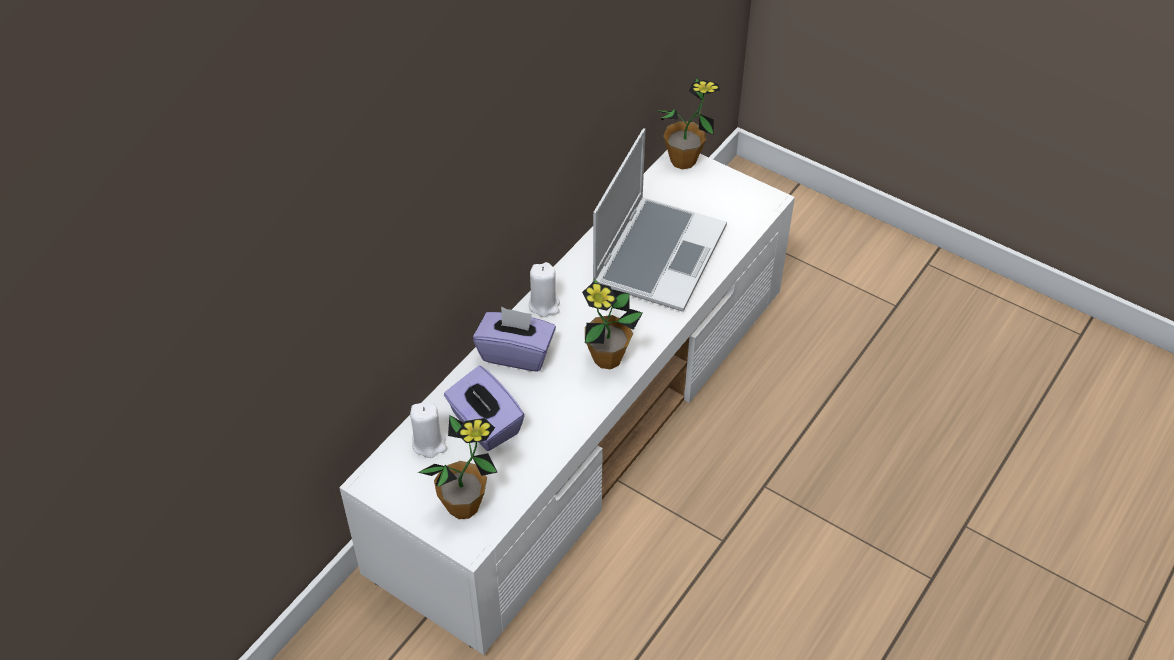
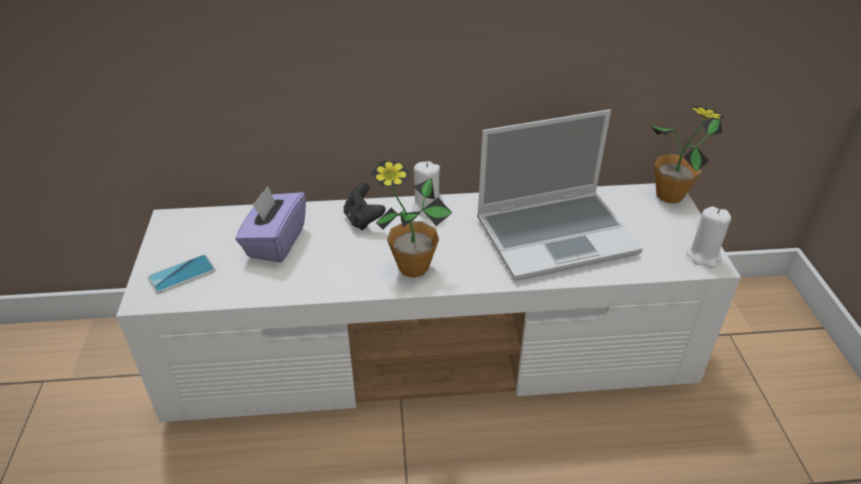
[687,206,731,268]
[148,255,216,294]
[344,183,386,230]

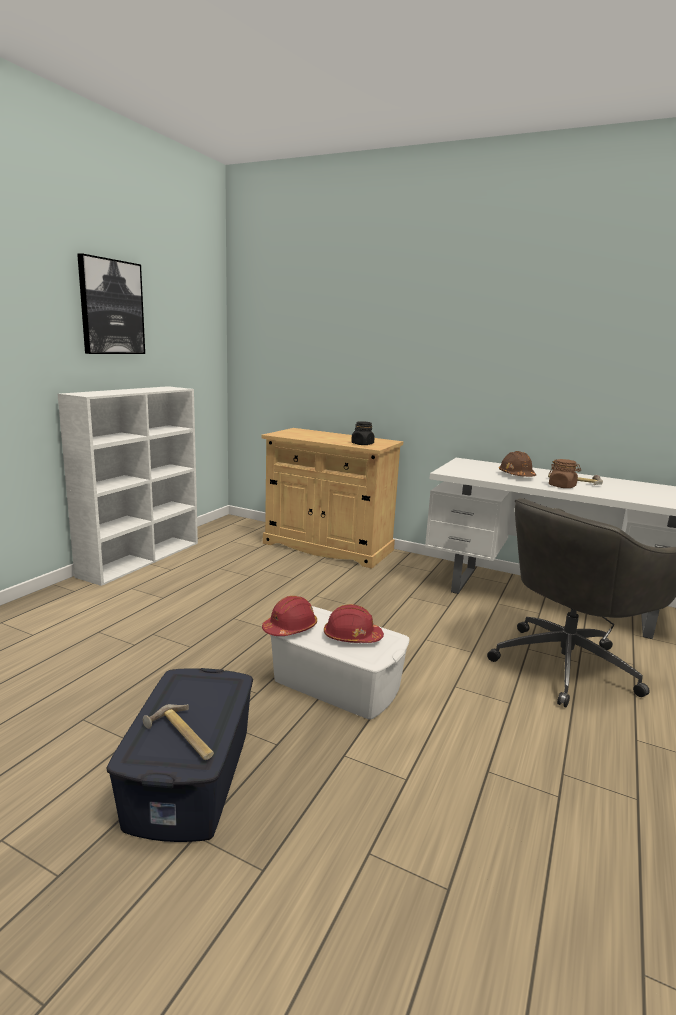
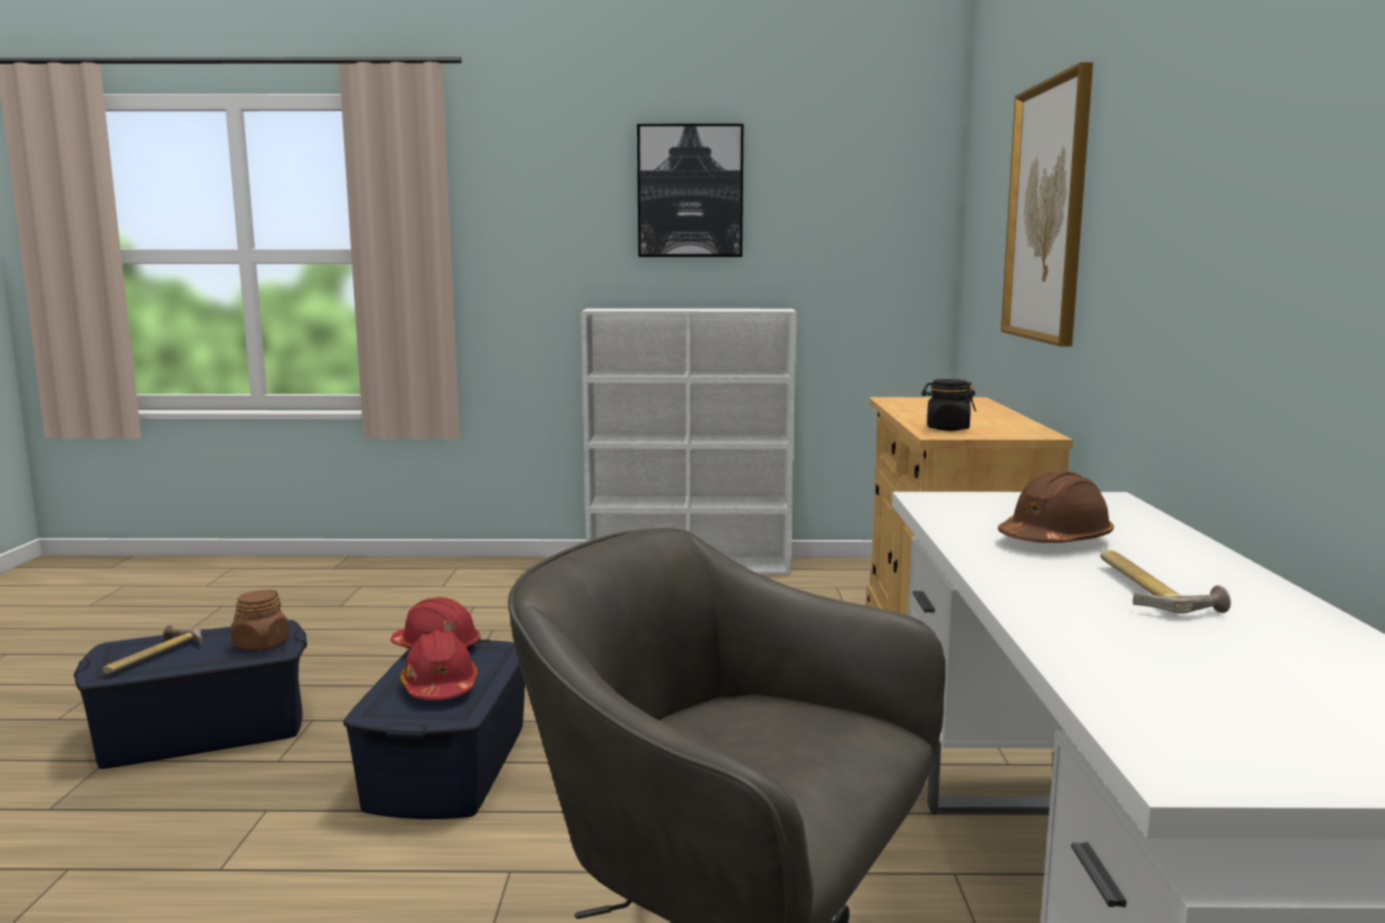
[1001,62,1093,347]
[230,590,290,650]
[343,639,525,819]

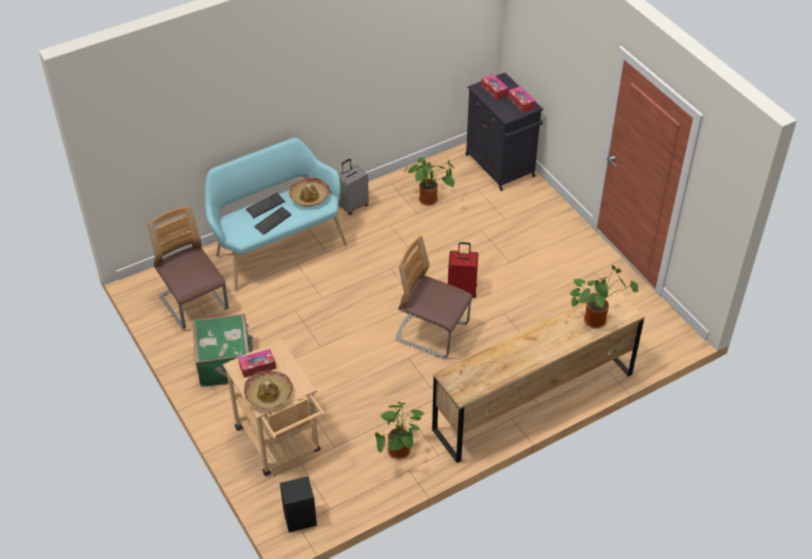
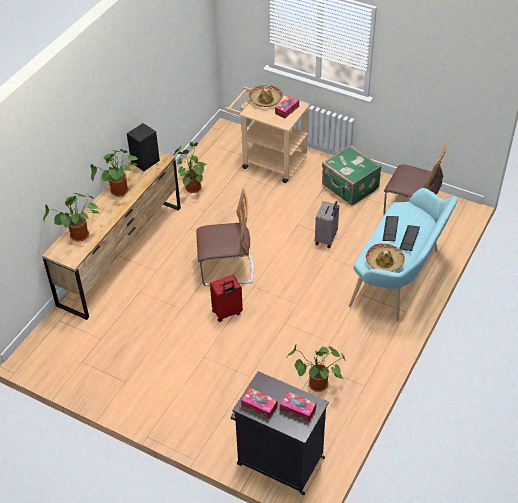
[90,149,138,197]
[127,123,160,171]
[315,201,339,248]

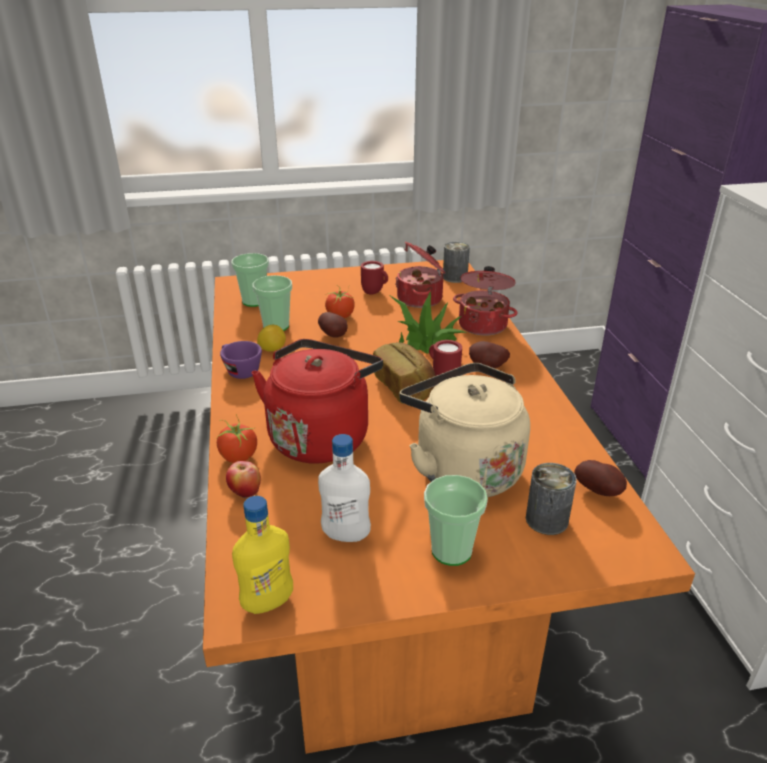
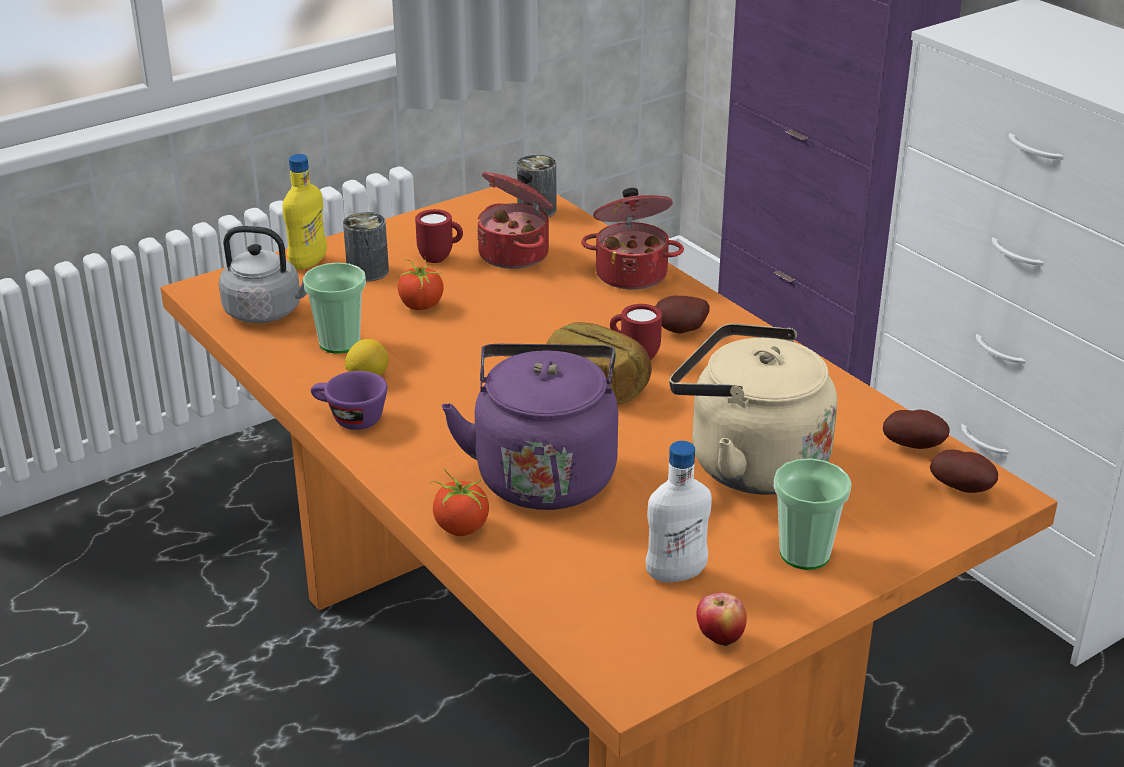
[389,291,466,354] (first image)
[696,592,747,647]
[283,154,327,270]
[930,449,998,493]
[343,212,389,282]
[219,226,307,323]
[442,344,618,510]

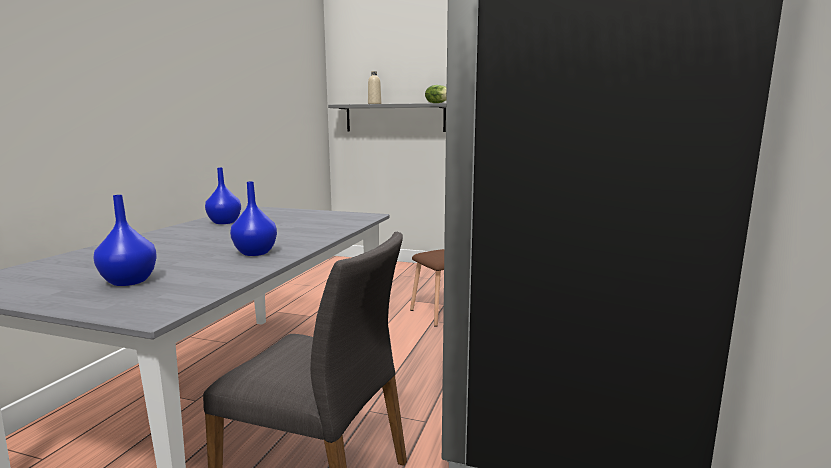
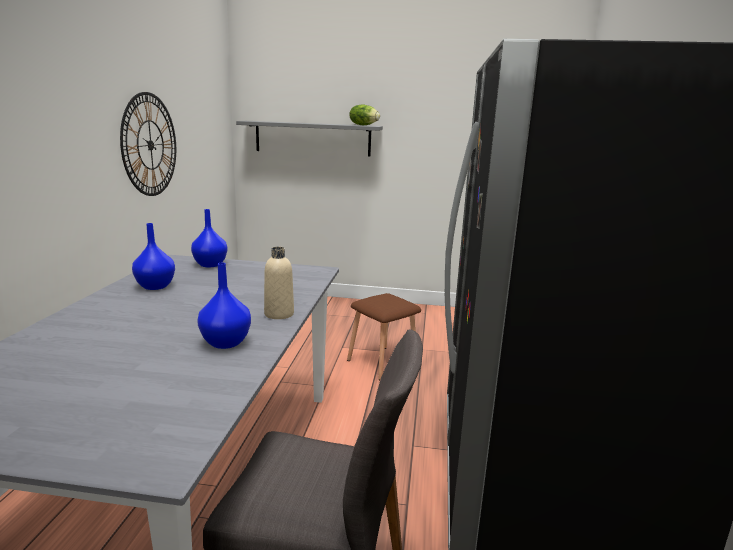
[120,92,176,196]
[191,209,228,267]
[264,247,294,319]

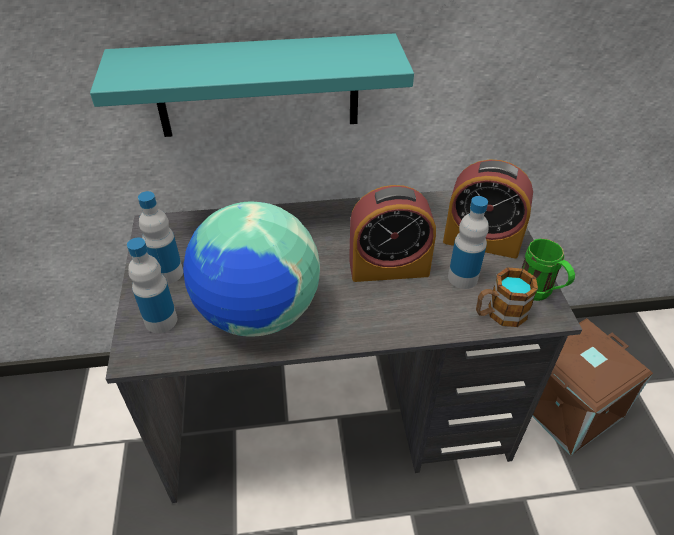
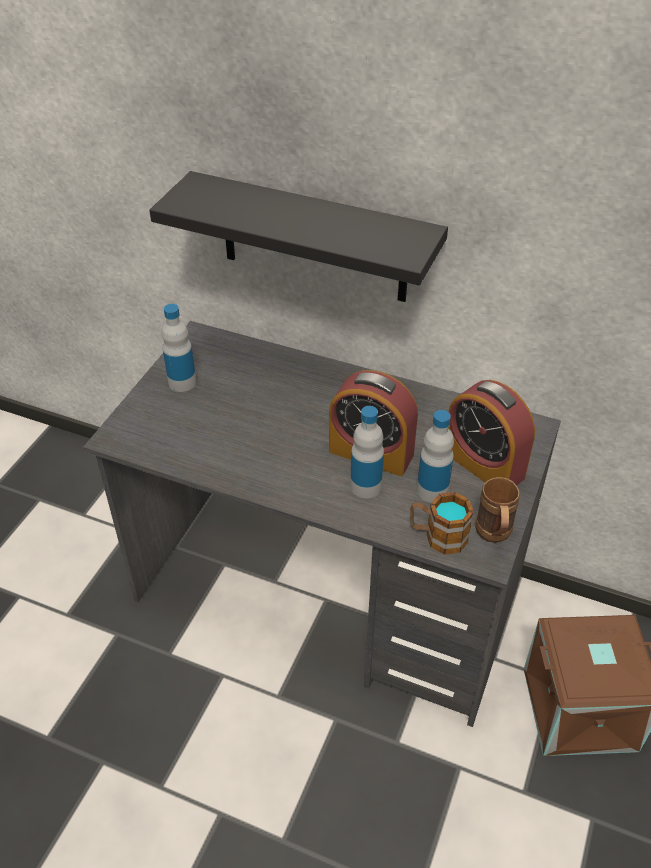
[183,202,320,337] (first image)
[350,406,384,498]
[149,171,448,302]
[475,477,520,543]

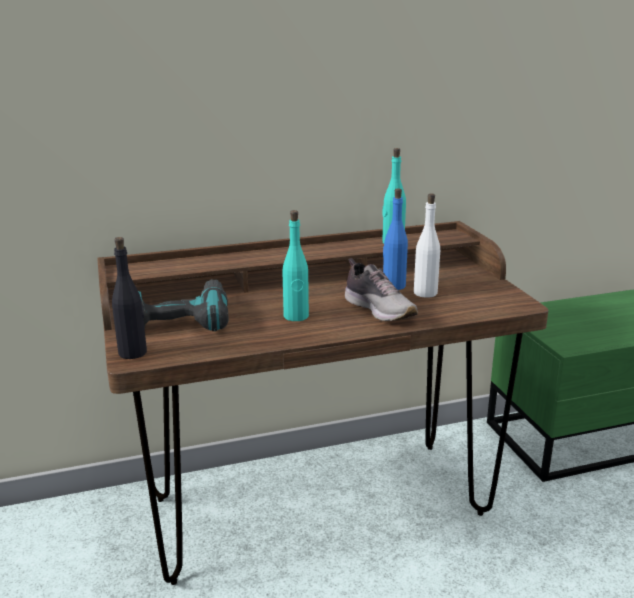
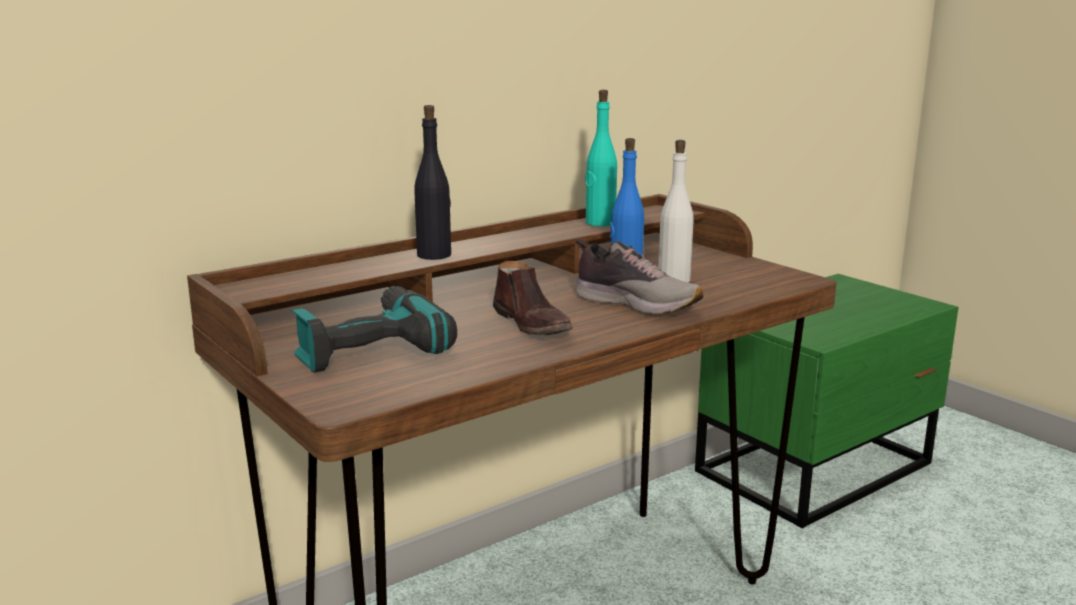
[414,105,451,260]
[493,261,573,335]

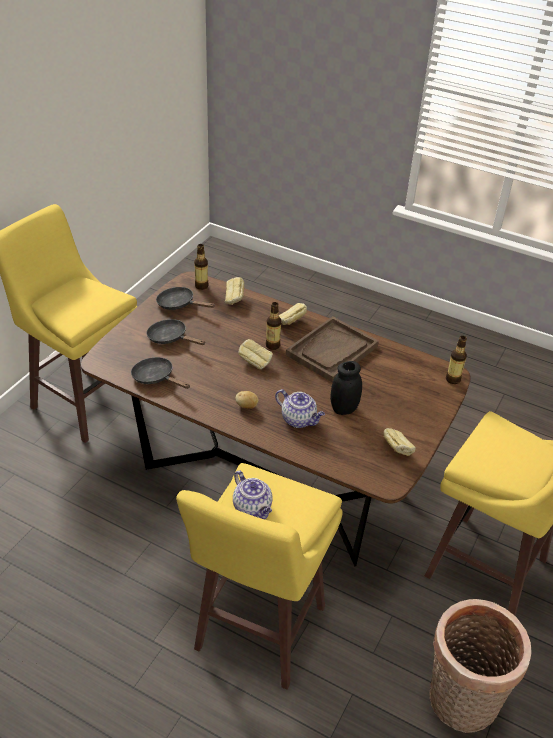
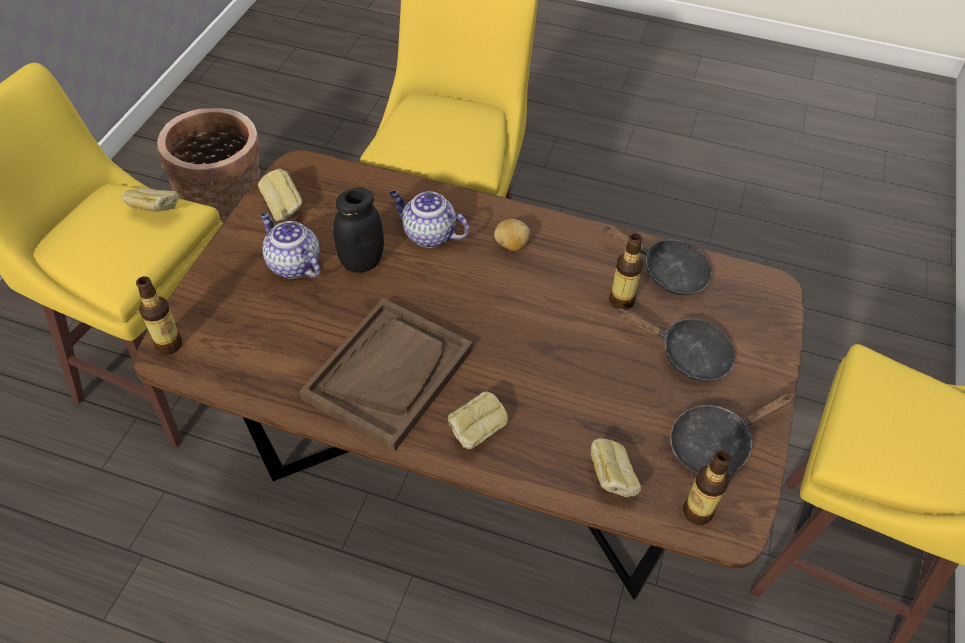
[260,212,320,279]
[121,188,179,212]
[609,233,643,310]
[670,394,794,475]

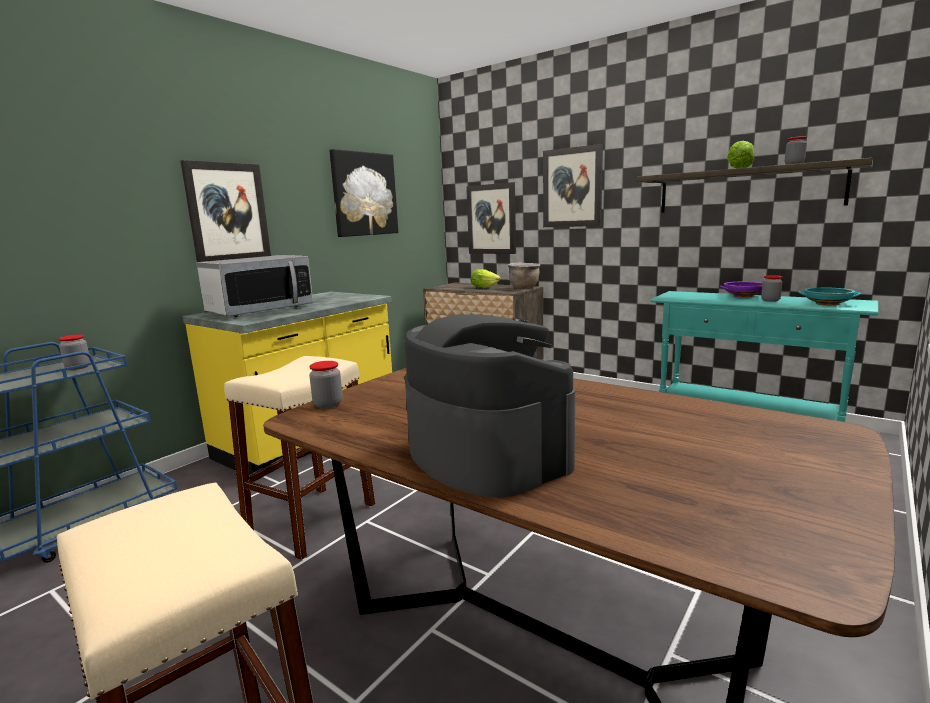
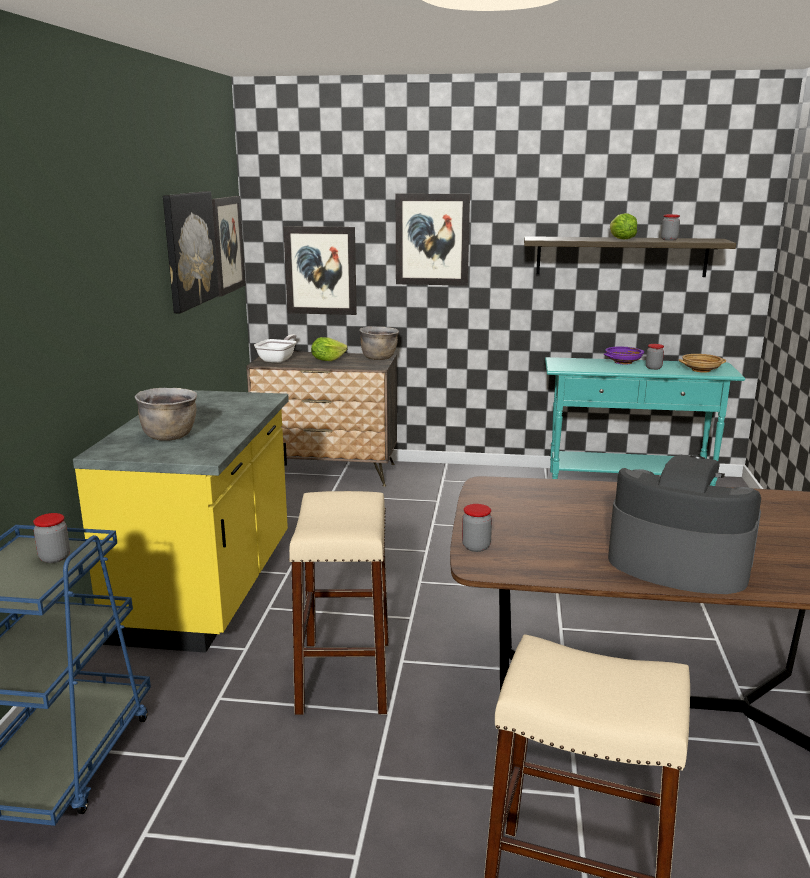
[254,334,296,363]
[212,196,246,297]
[134,388,197,441]
[679,354,726,373]

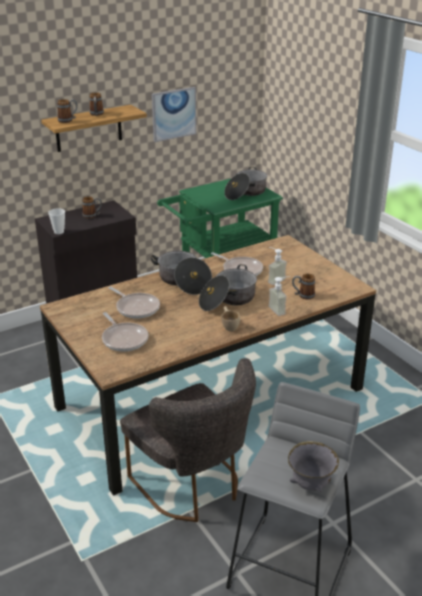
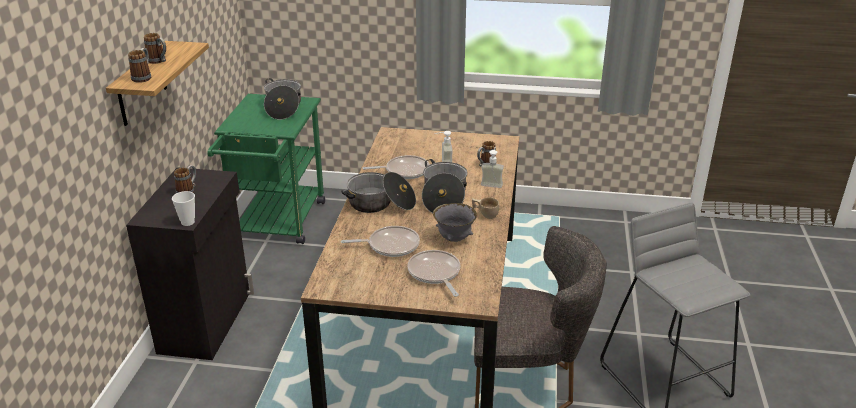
[152,87,196,142] (first image)
[433,203,477,242]
[407,250,460,297]

